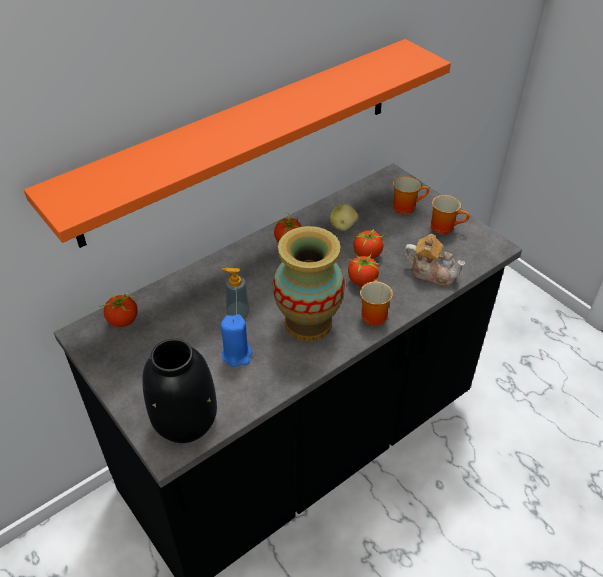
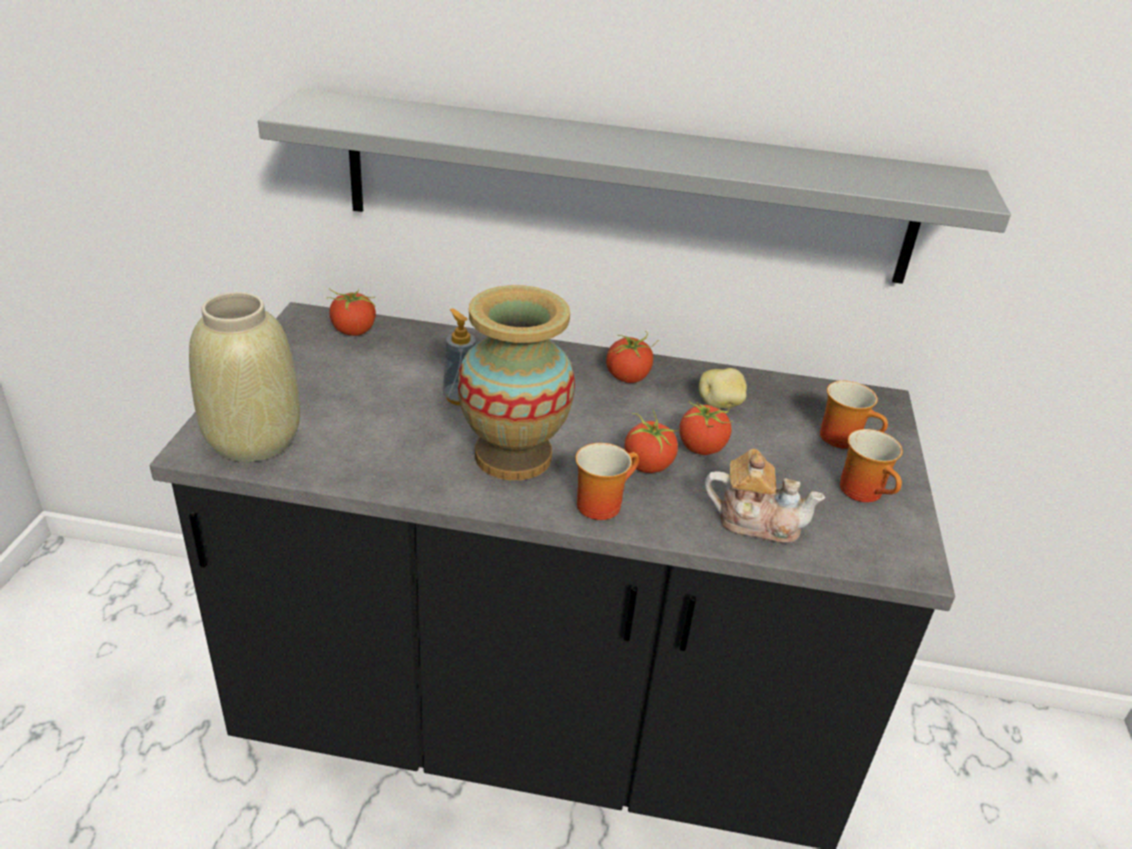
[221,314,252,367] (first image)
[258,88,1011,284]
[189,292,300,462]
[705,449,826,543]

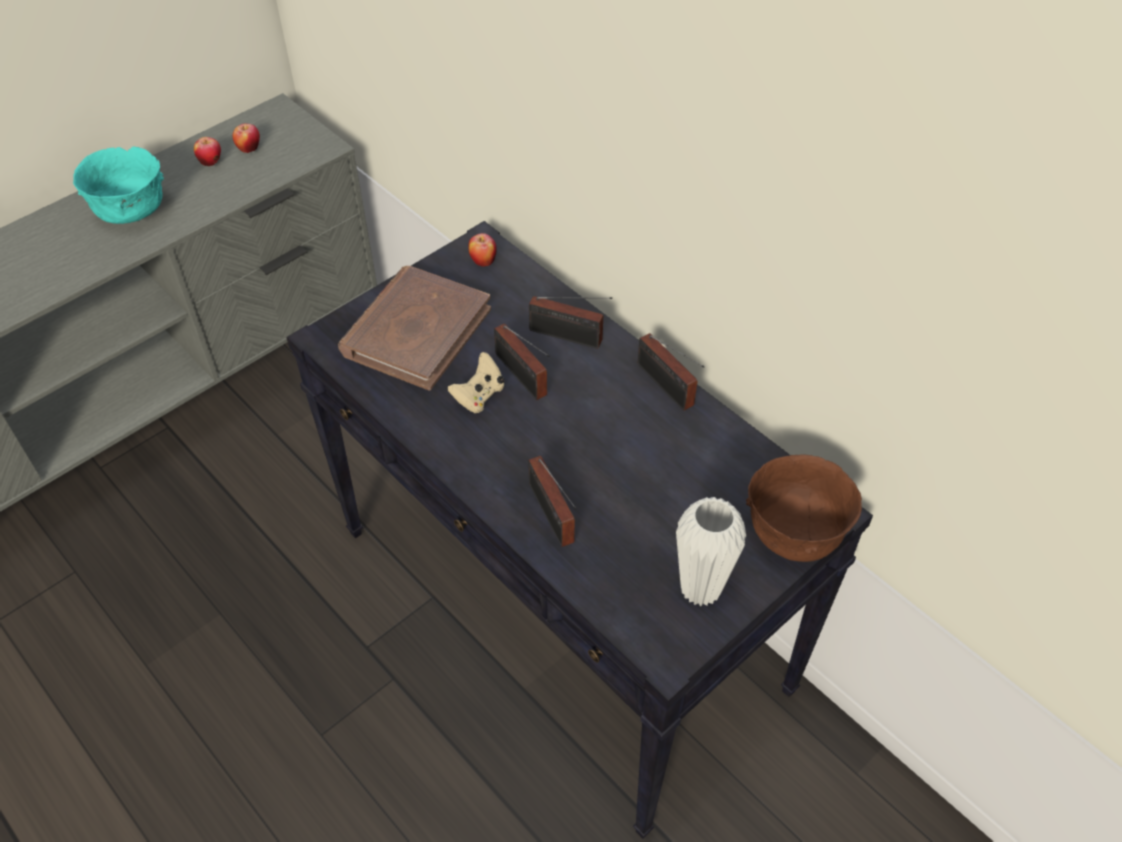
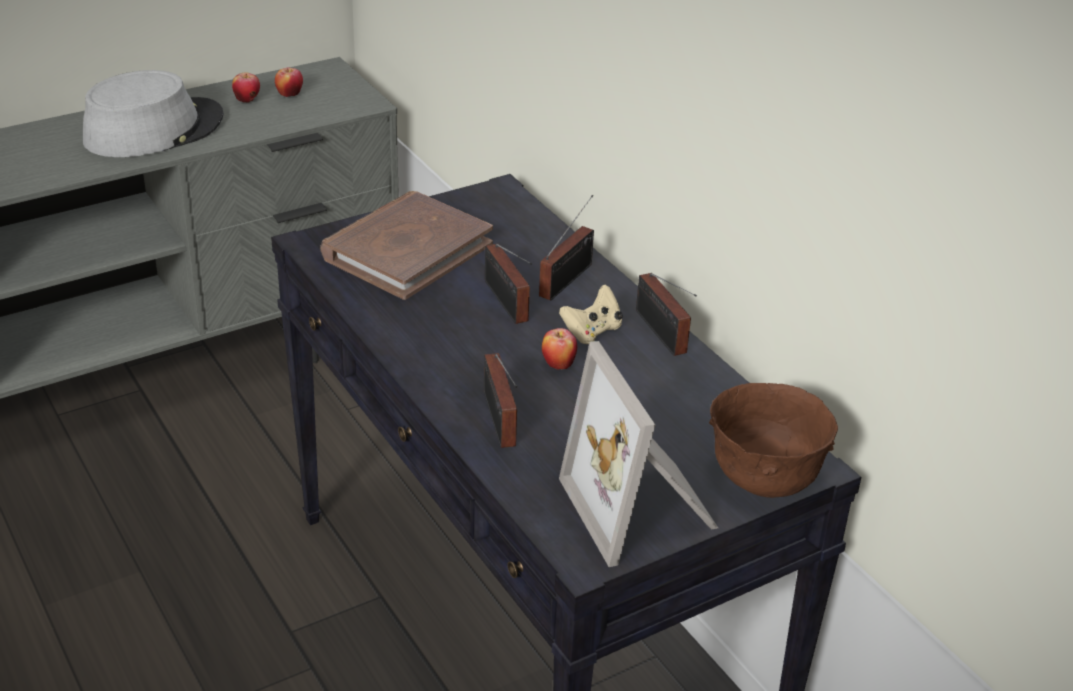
[559,284,623,344]
[542,328,577,370]
[83,70,224,157]
[559,341,718,567]
[539,195,594,300]

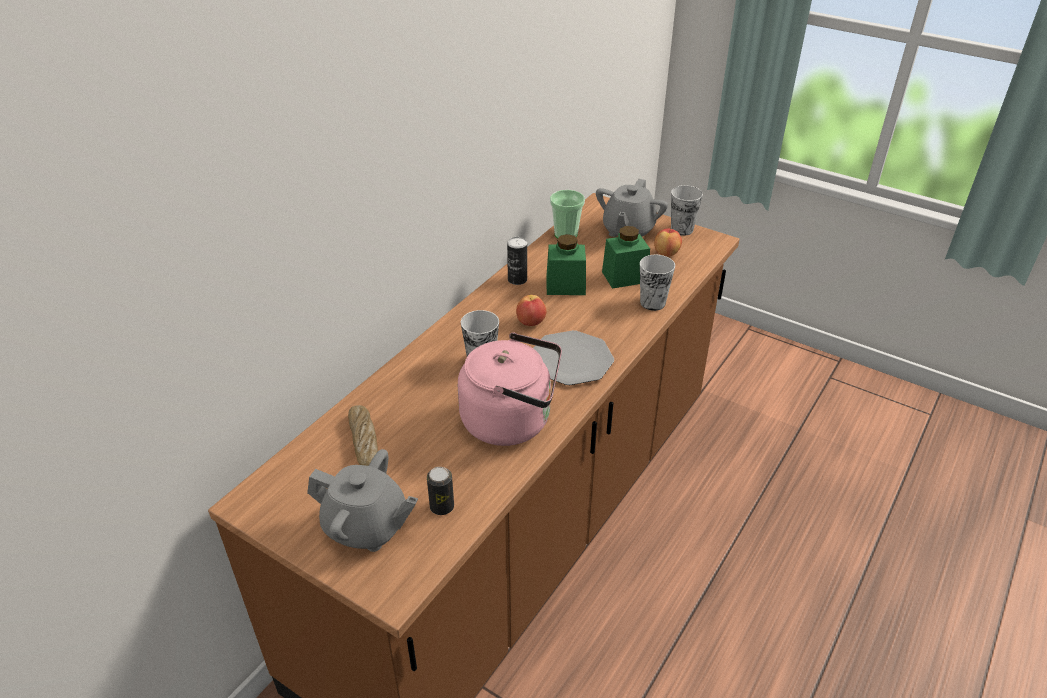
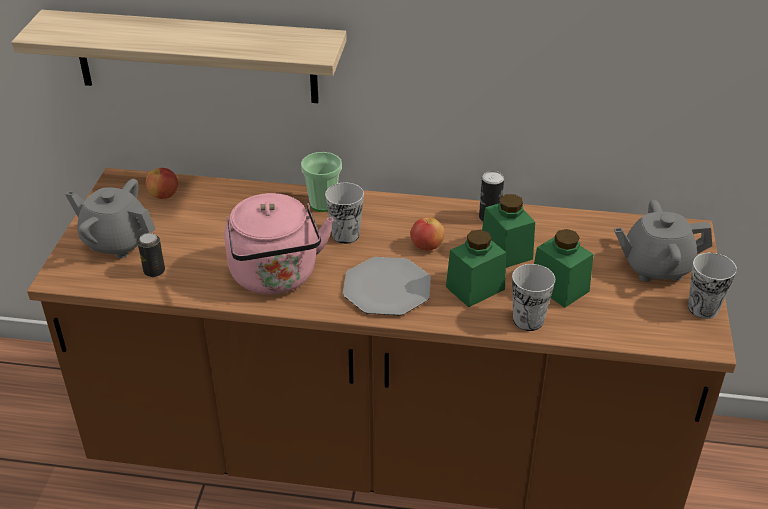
[348,405,378,466] (first image)
[11,10,347,103]
[446,230,506,307]
[301,152,342,212]
[146,168,178,199]
[65,179,156,259]

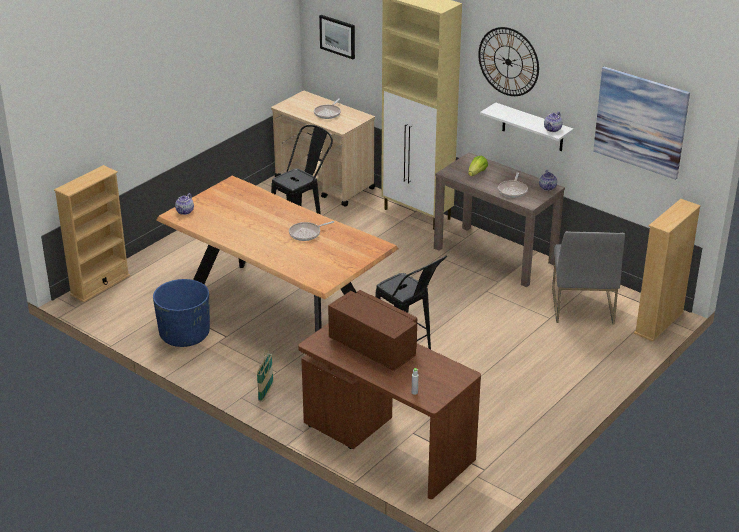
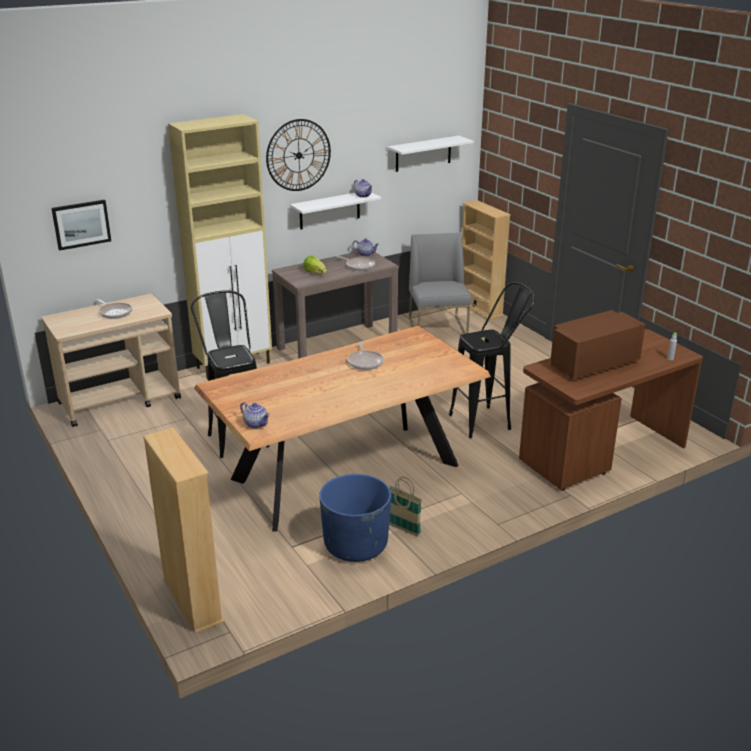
[389,477,422,536]
[388,136,474,172]
[409,233,472,334]

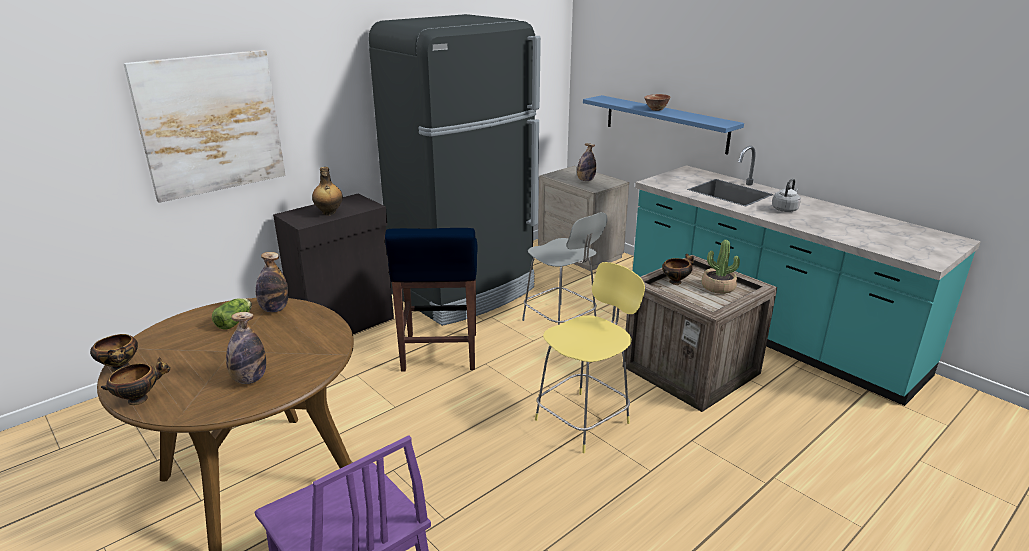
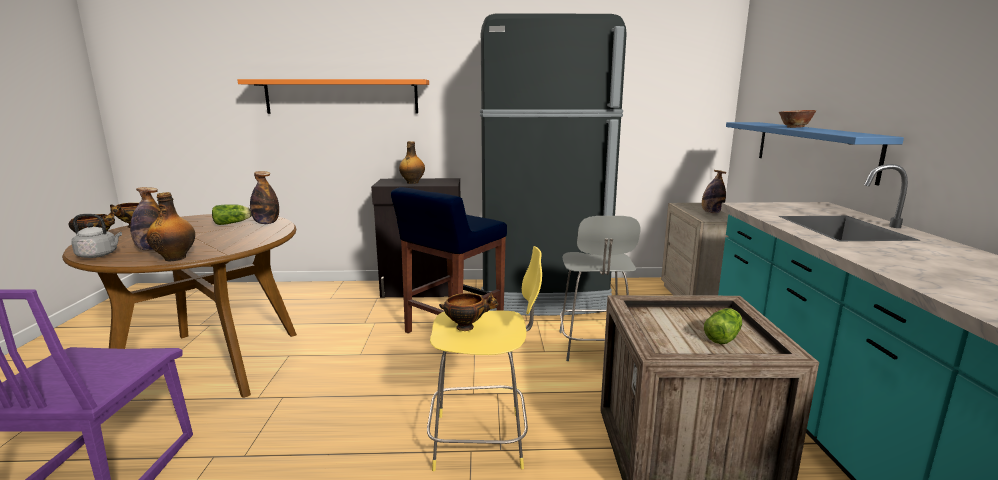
[146,192,195,261]
[439,292,498,331]
[71,214,122,258]
[237,79,429,114]
[704,308,742,344]

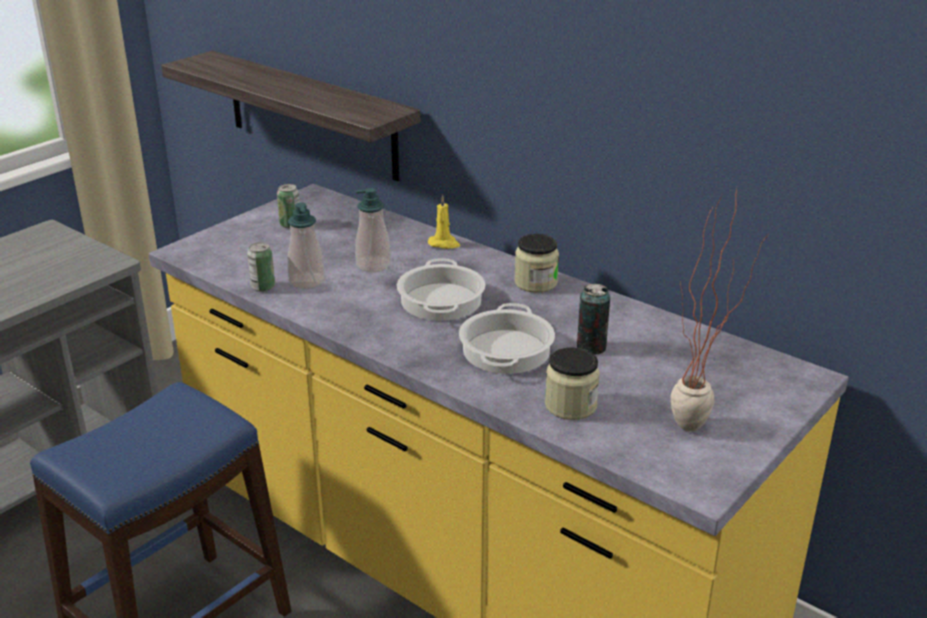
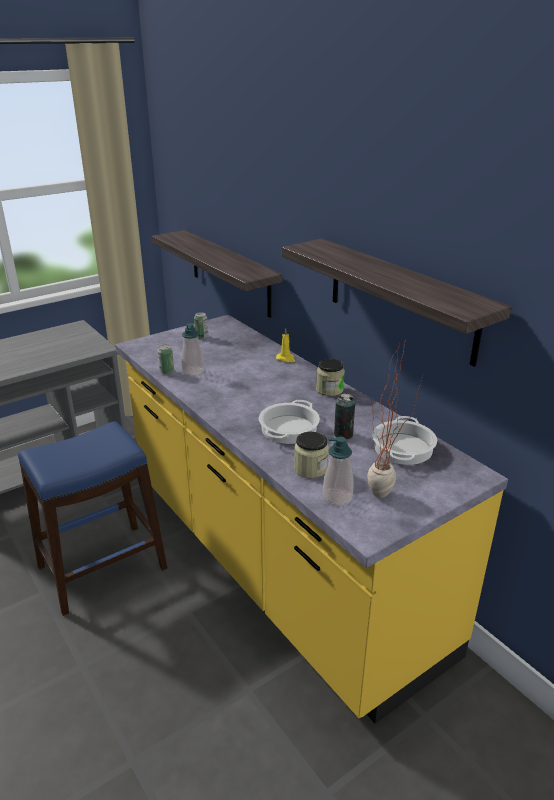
[282,238,511,367]
[323,437,353,506]
[372,416,437,465]

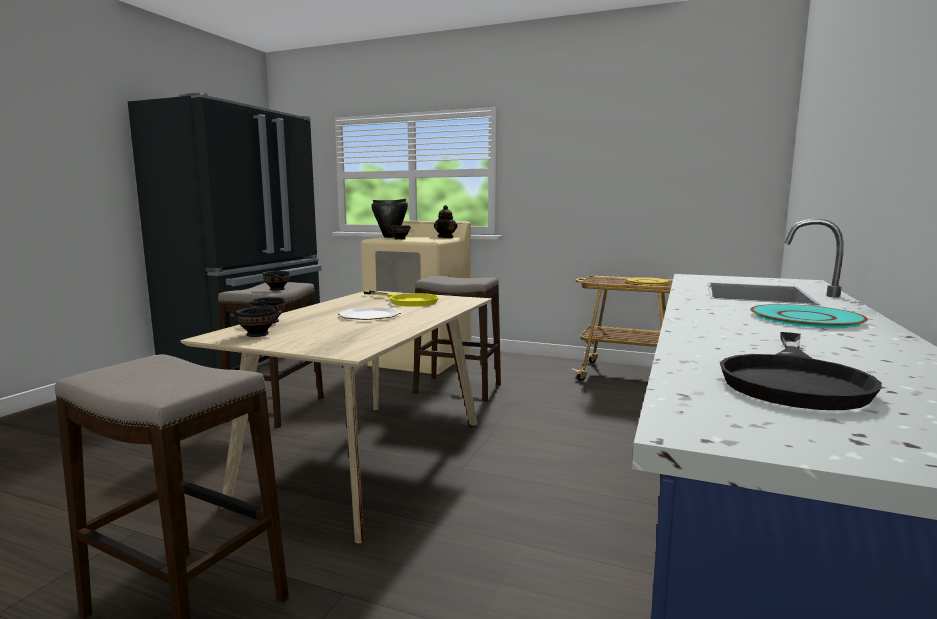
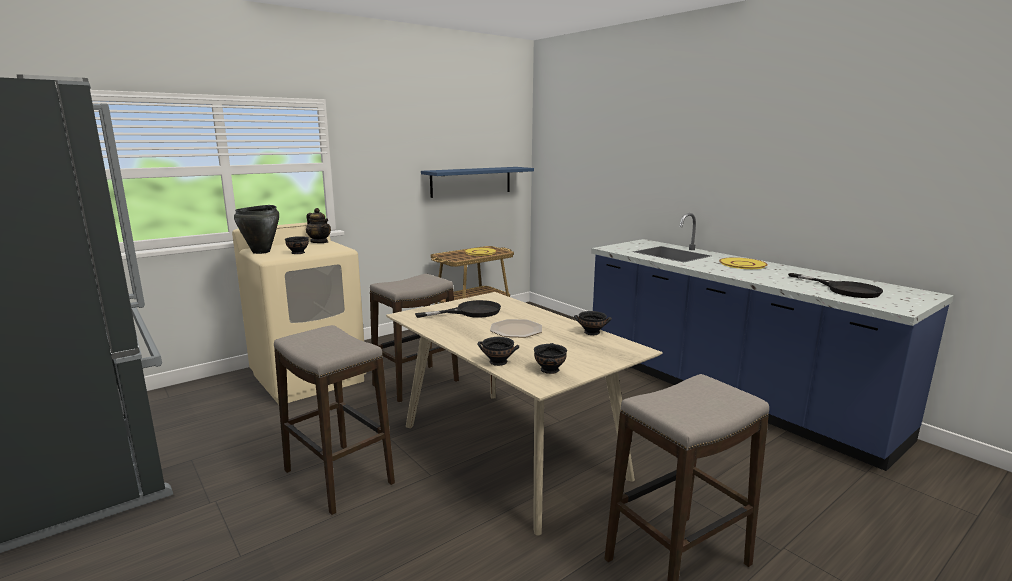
[421,167,534,198]
[574,311,612,335]
[415,300,501,318]
[719,257,768,269]

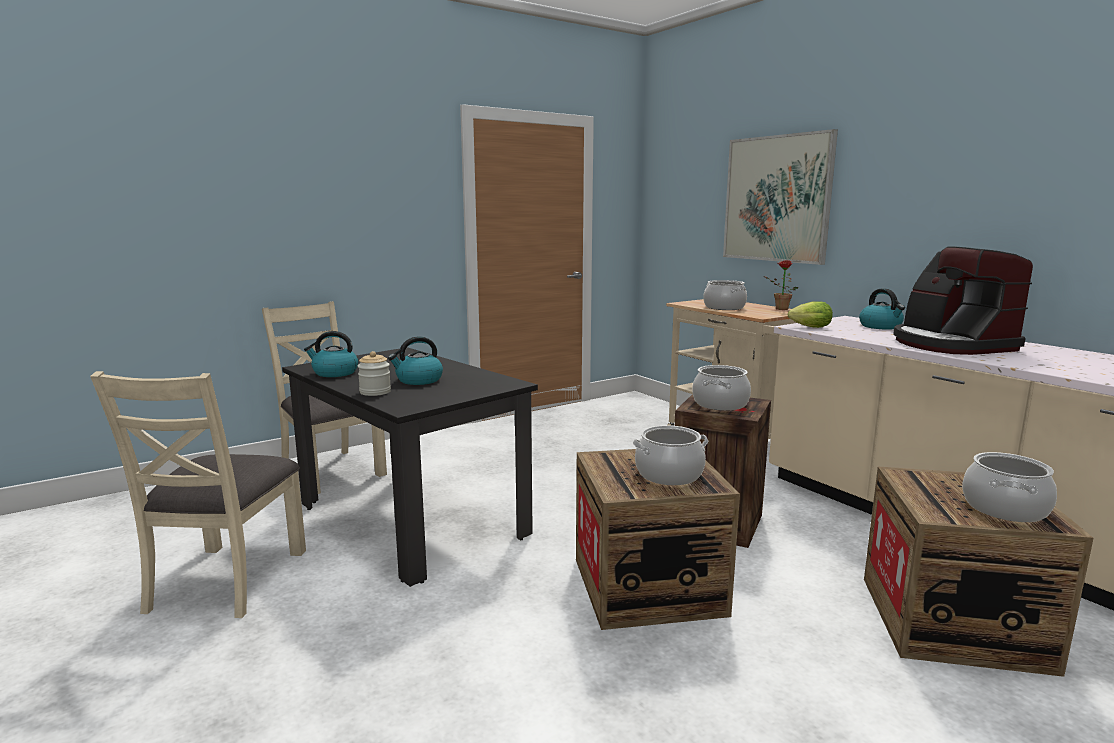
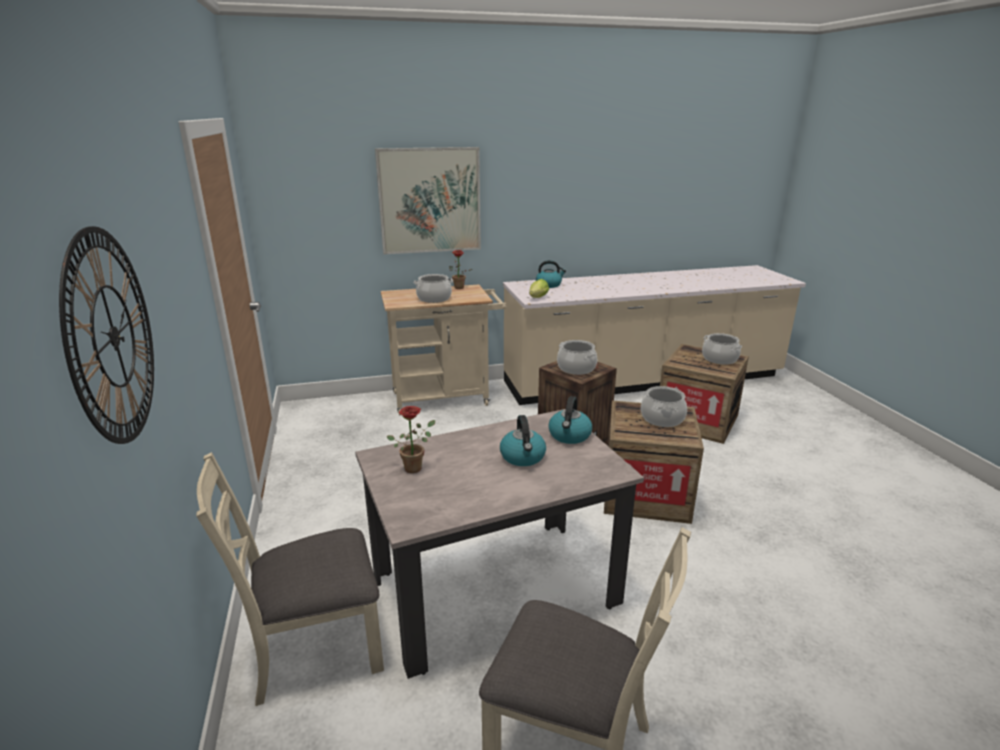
[358,351,391,396] (first image)
[893,246,1033,355] (first image)
[59,226,154,444]
[387,406,435,473]
[548,396,592,444]
[355,409,644,679]

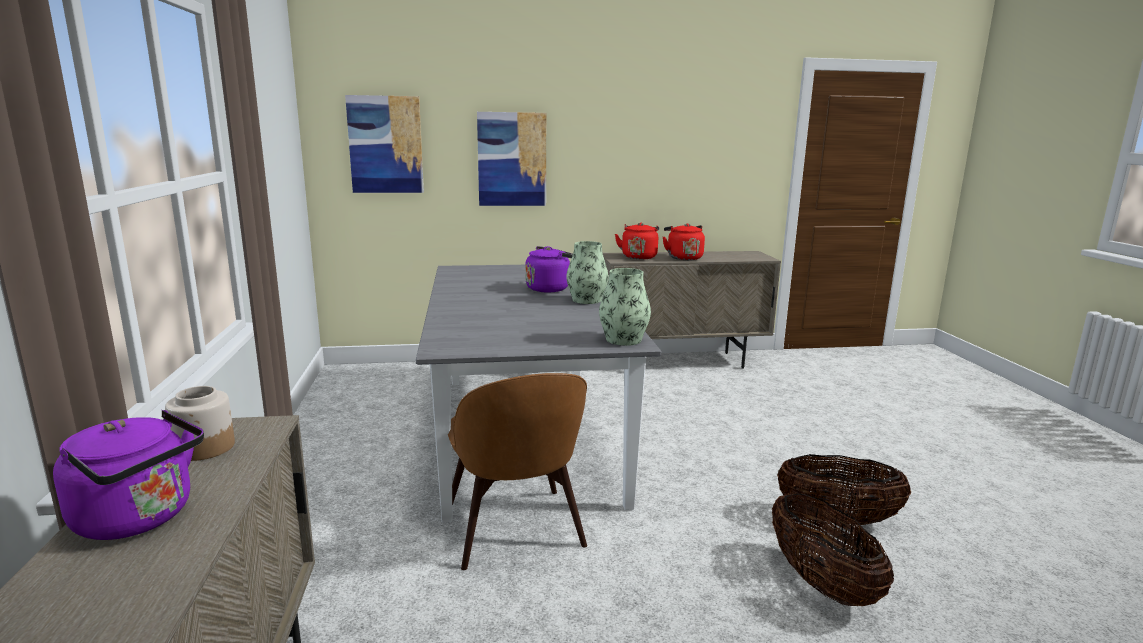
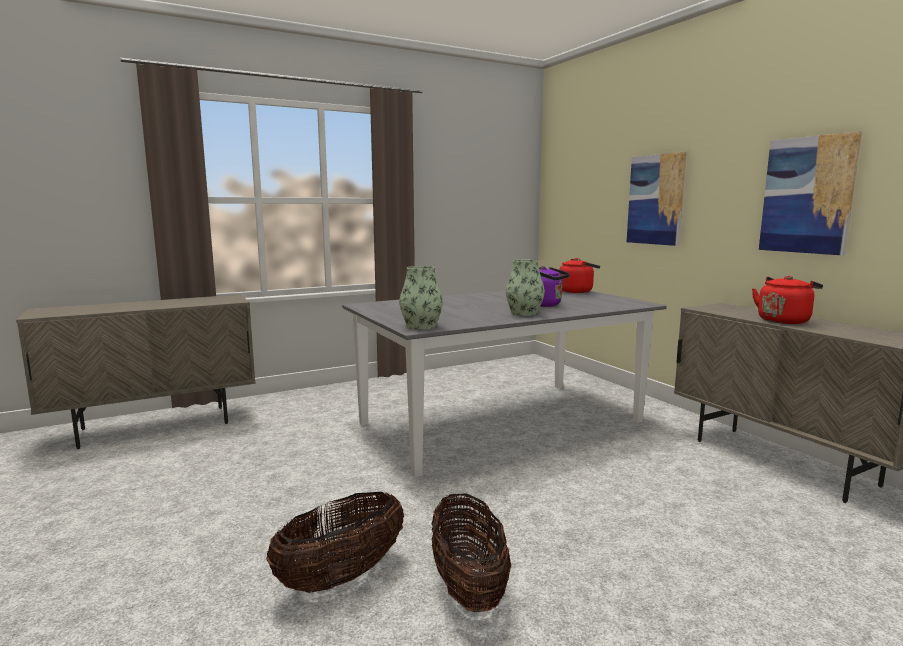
[53,410,204,540] (first image)
[165,386,235,461] (first image)
[448,373,587,570] (first image)
[759,131,862,255]
[559,258,600,293]

